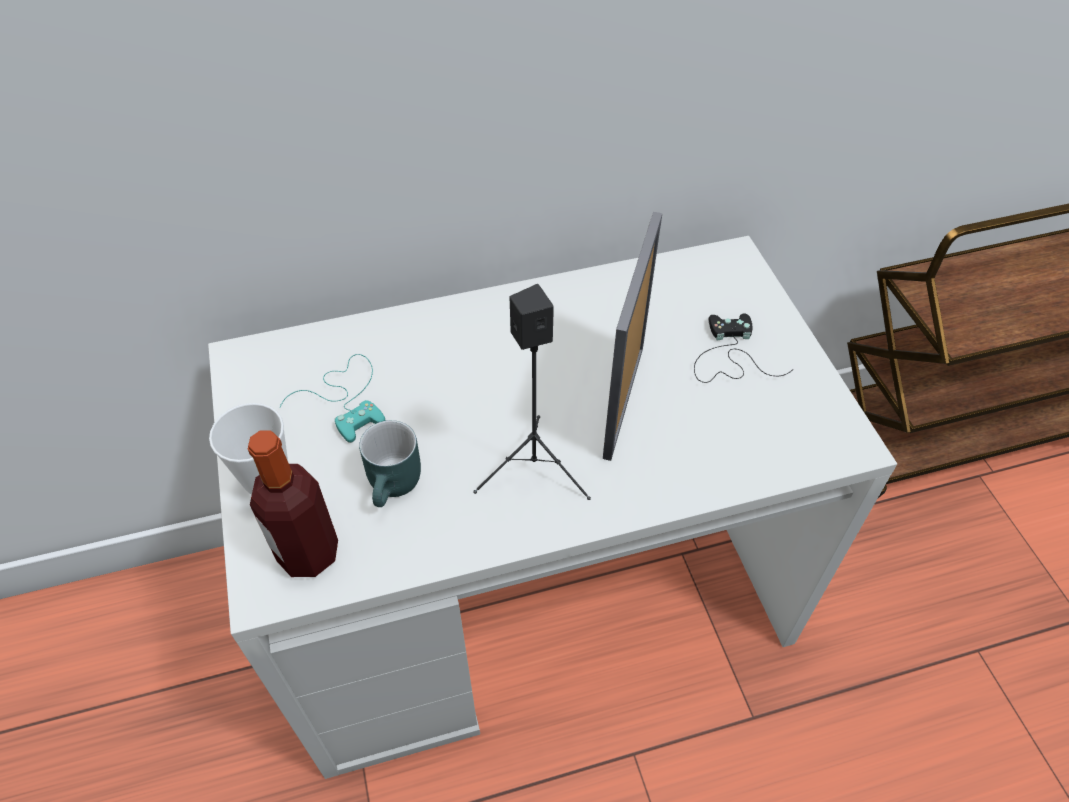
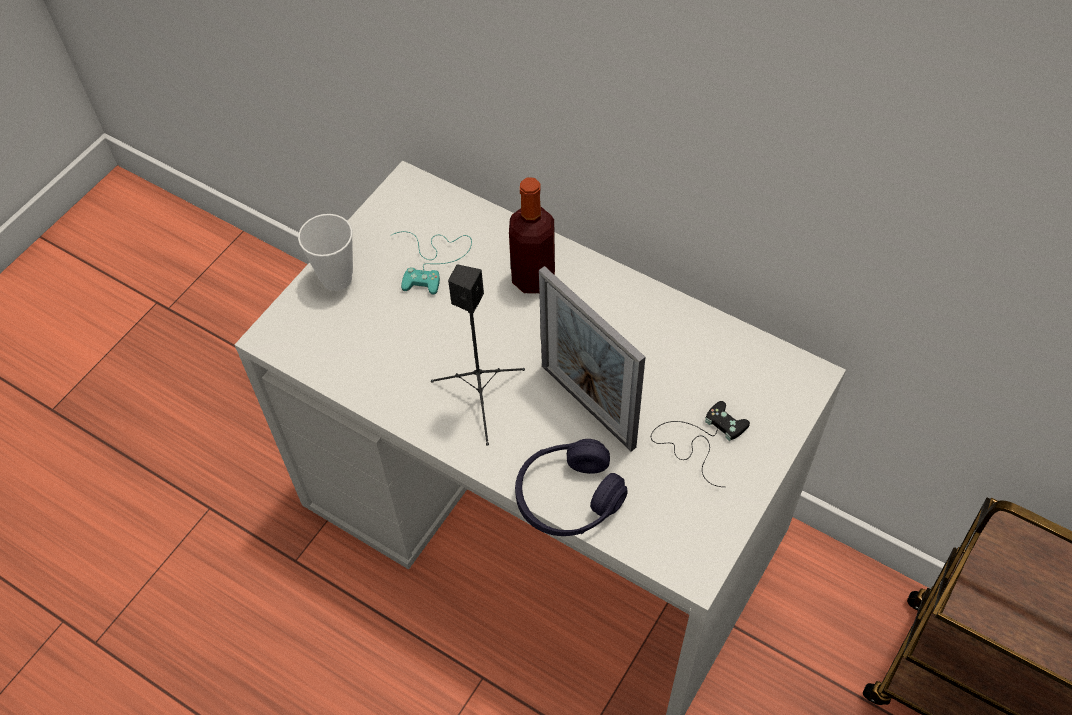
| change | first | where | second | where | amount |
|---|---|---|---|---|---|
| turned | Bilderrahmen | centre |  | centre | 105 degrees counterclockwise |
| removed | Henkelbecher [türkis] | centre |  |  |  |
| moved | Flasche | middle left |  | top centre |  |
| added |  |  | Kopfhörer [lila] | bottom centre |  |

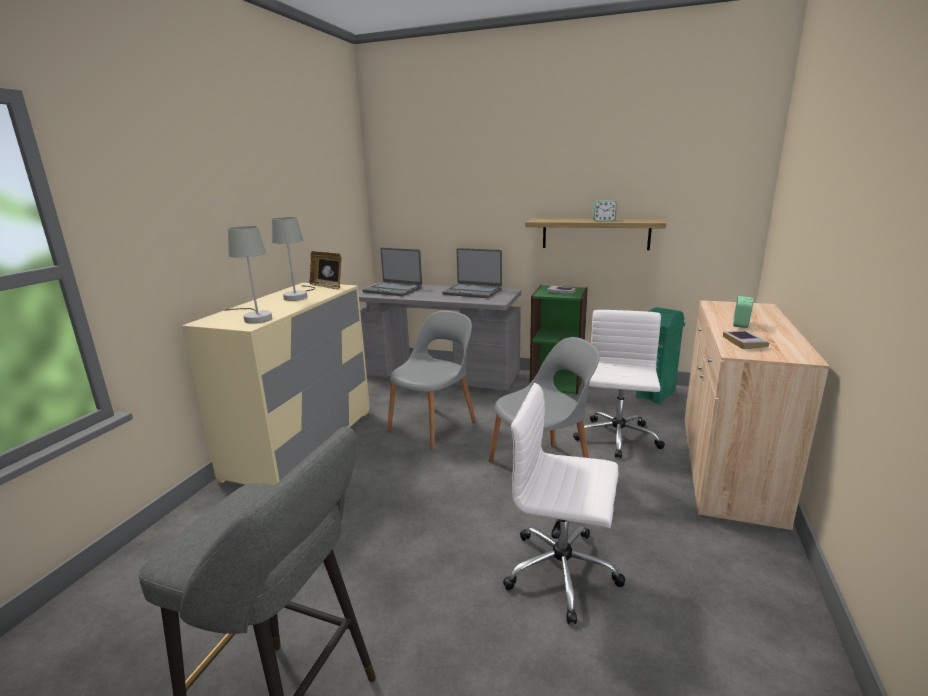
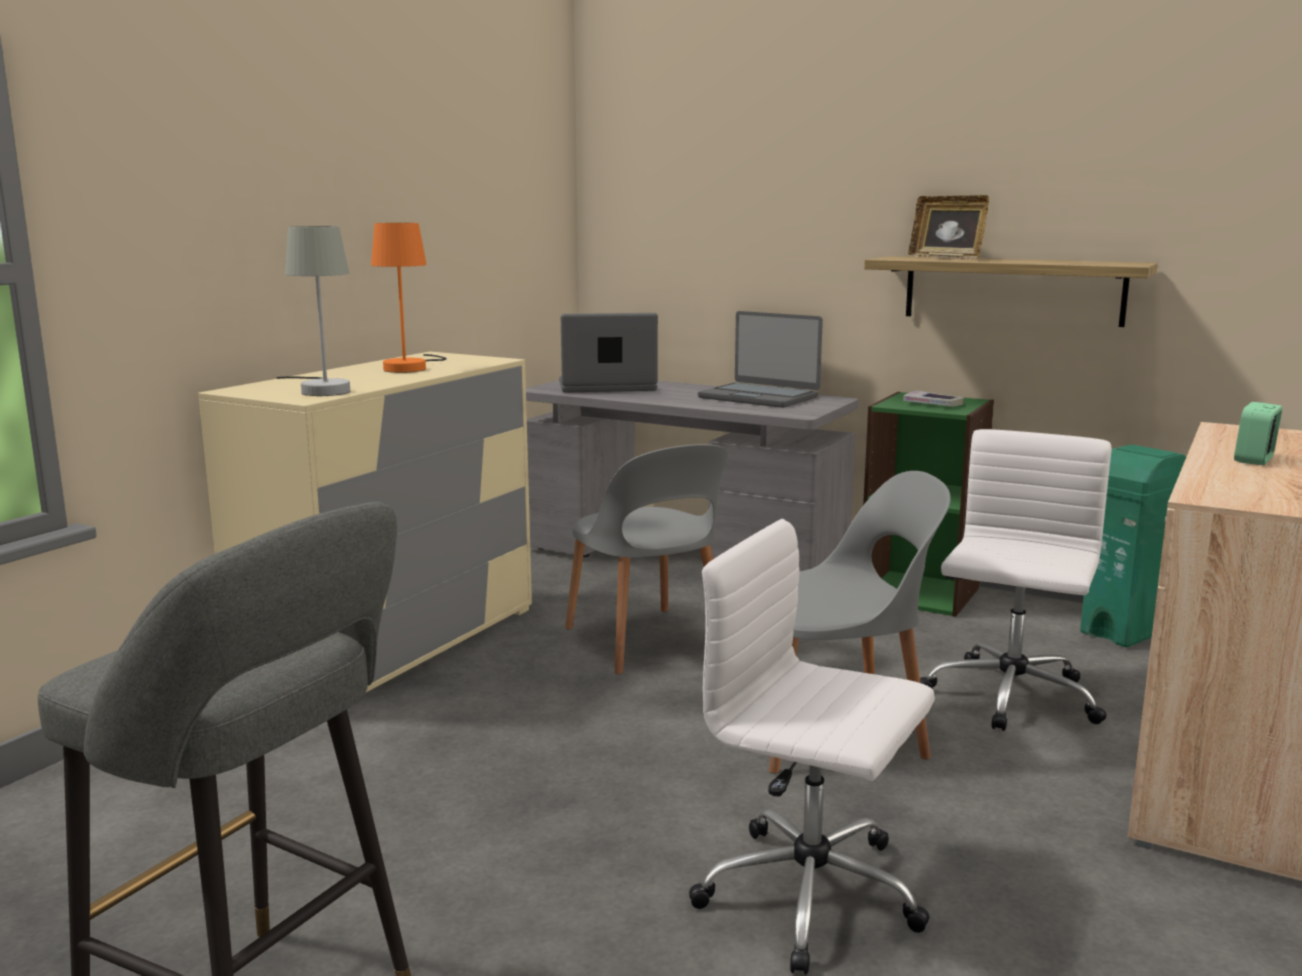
| change | first | where | second | where | amount |
|---|---|---|---|---|---|
| removed | Wecker (1st from left) | top centre |  |  |  |
| recoloured | Tischlampe [grau] (2nd from left) | middle left | Tischlampe [orange] | top left |  |
| turned | Laptop (1st from left) | centre |  | centre | 135 degrees clockwise |
| moved | Bilderrahmen | centre |  | top right |  |
| turned | Stuhl [grau] (1st from left) | centre |  | centre | 105 degrees clockwise |
| removed | Buch (2nd from left) | middle right |  |  |  |

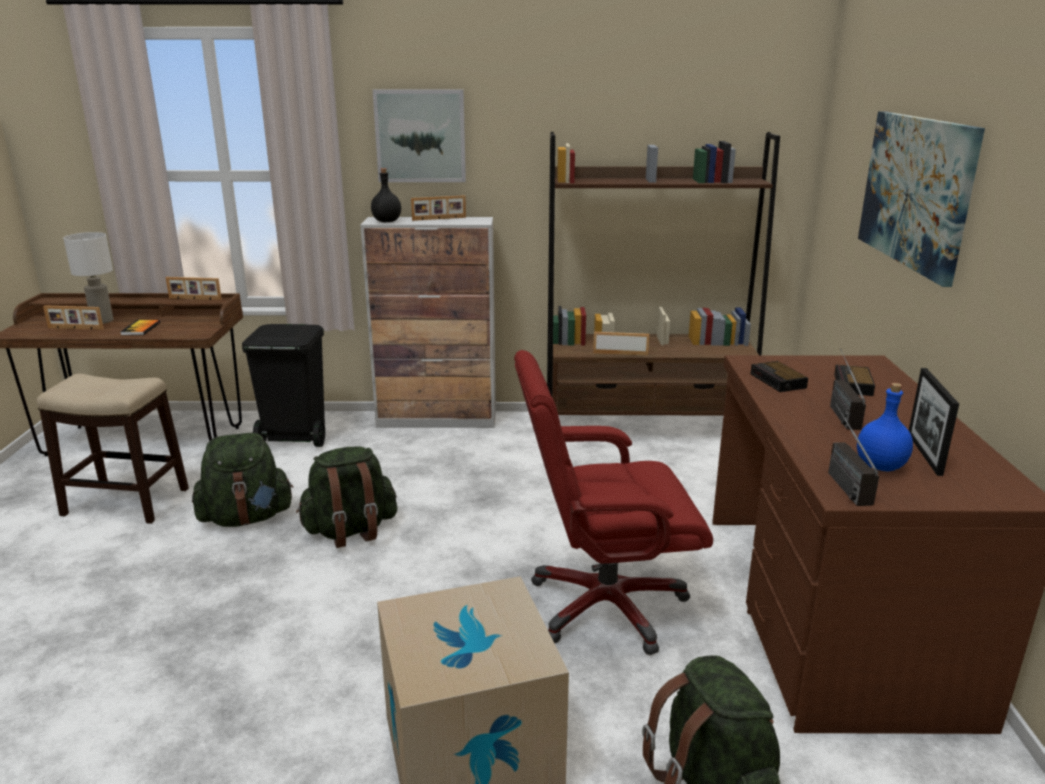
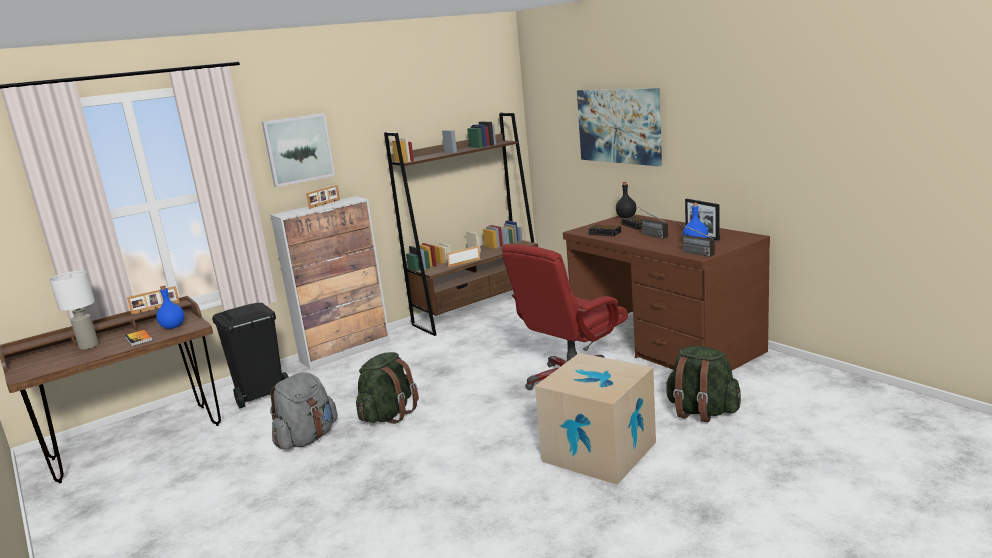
| change | first | where | second | where | amount |
|---|---|---|---|---|---|
| moved | Flasche [schwarz] | top centre |  | centre |  |
| removed | Bilderrahmen (1st from left) | middle left |  |  |  |
| removed | Hocker | middle left |  |  |  |
| recoloured | Rucksack [grün] (1st from left) | middle left | Rucksack [grau] | bottom left |  |
| added |  |  | Flasche [blau] (1st from left) | middle left |  |

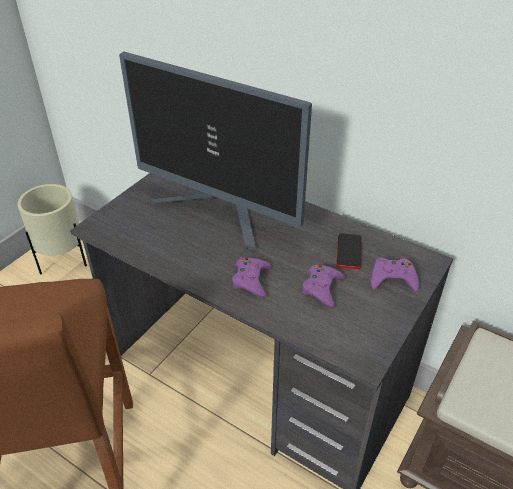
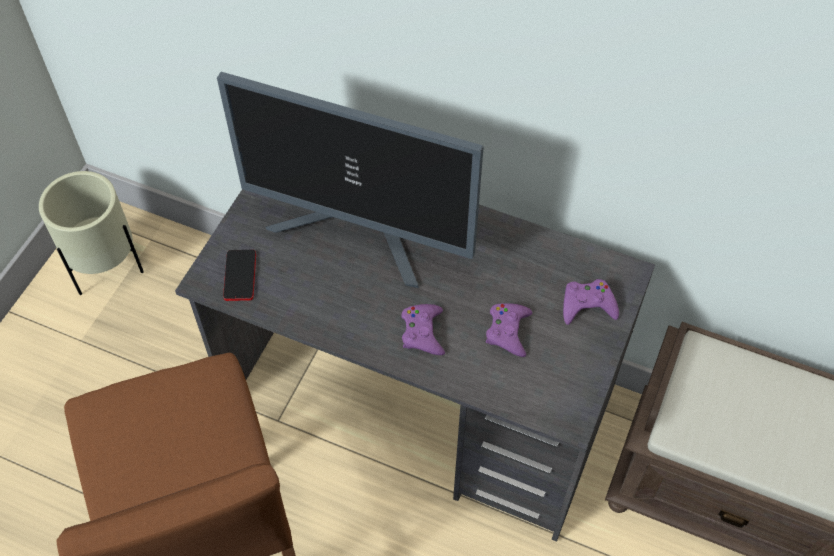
| change | first | where | second | where | amount |
|---|---|---|---|---|---|
| moved | Handy | middle right |  | middle left |  |

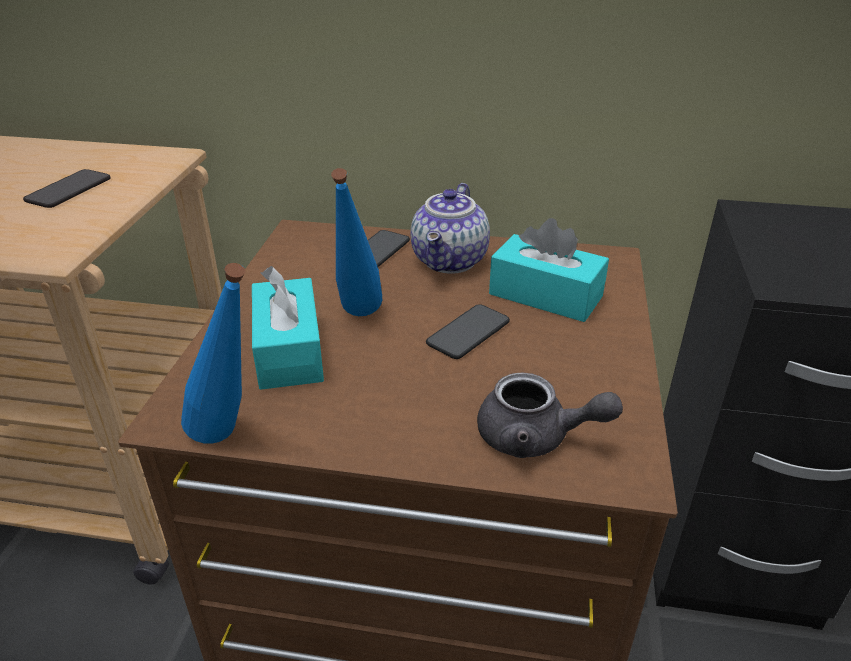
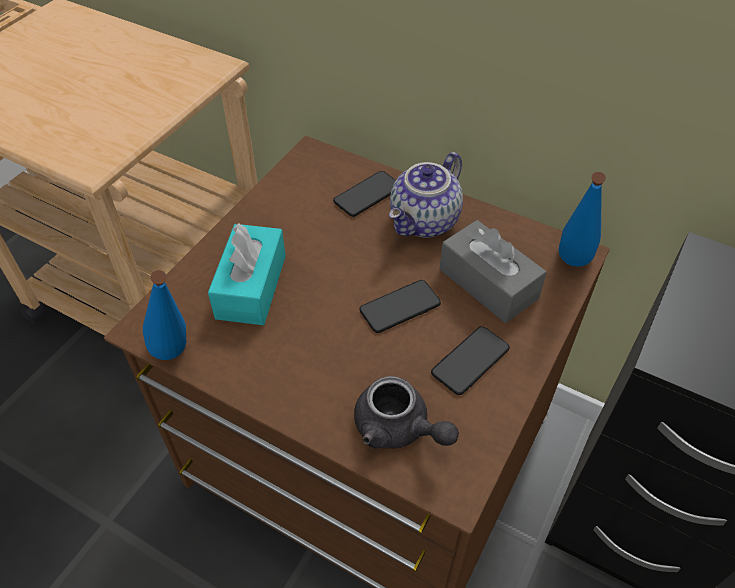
| change | first | where | second | where | amount |
|---|---|---|---|---|---|
| moved | Flasche [blau] (2nd from left) | centre |  | middle right |  |
| moved | Handy (1st from left in the first image) | top left | Handy (3rd from left) | centre |  |
| recoloured | Taschentuchbox [türkis] (2nd from left) | centre | Taschentuchbox [grau] | middle right |  |

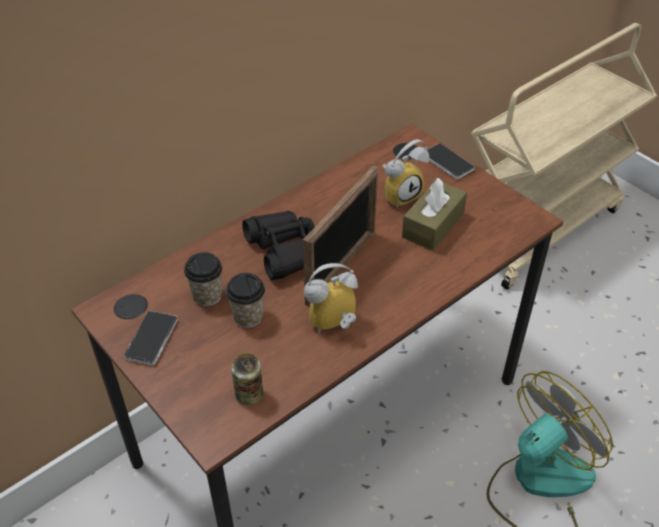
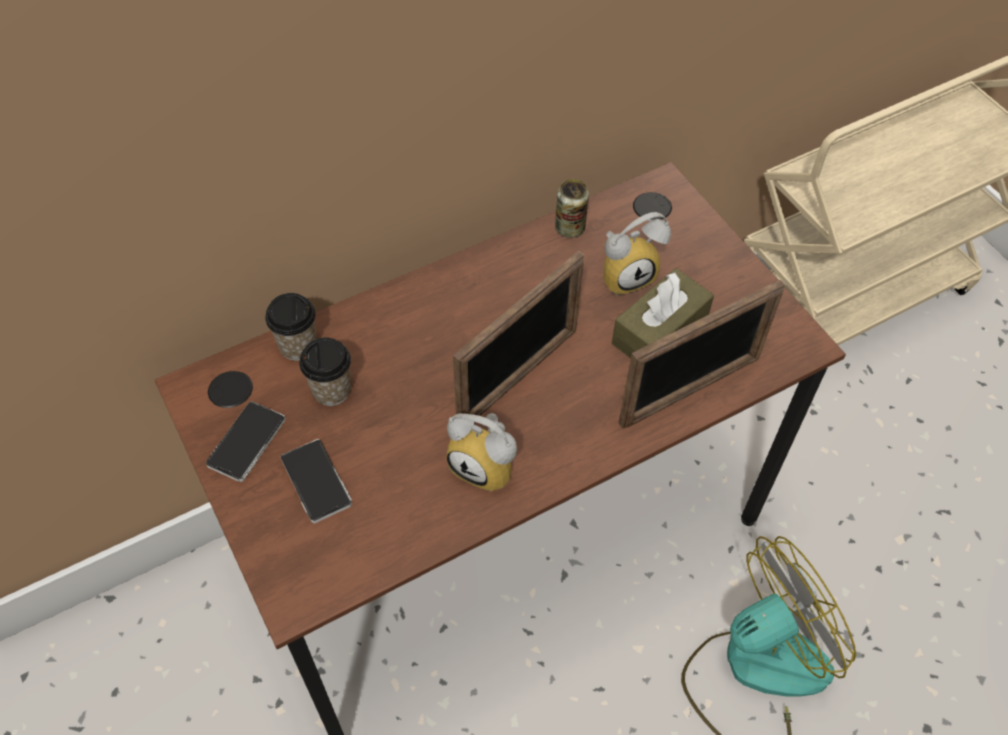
| change | first | where | second | where | amount |
|---|---|---|---|---|---|
| moved | Handy (2nd from left) | top right |  | middle left |  |
| removed | Fernglas [schwarz] | centre |  |  |  |
| turned | Wecker (1st from left) | centre |  | centre | 135 degrees counterclockwise |
| moved | Tasse (2nd from left in the first image) | centre | Tasse (1st from left) | middle left |  |
| moved | Dose | bottom centre |  | top centre |  |
| added |  |  | Bilderrahmen (2nd from left) | middle right |  |

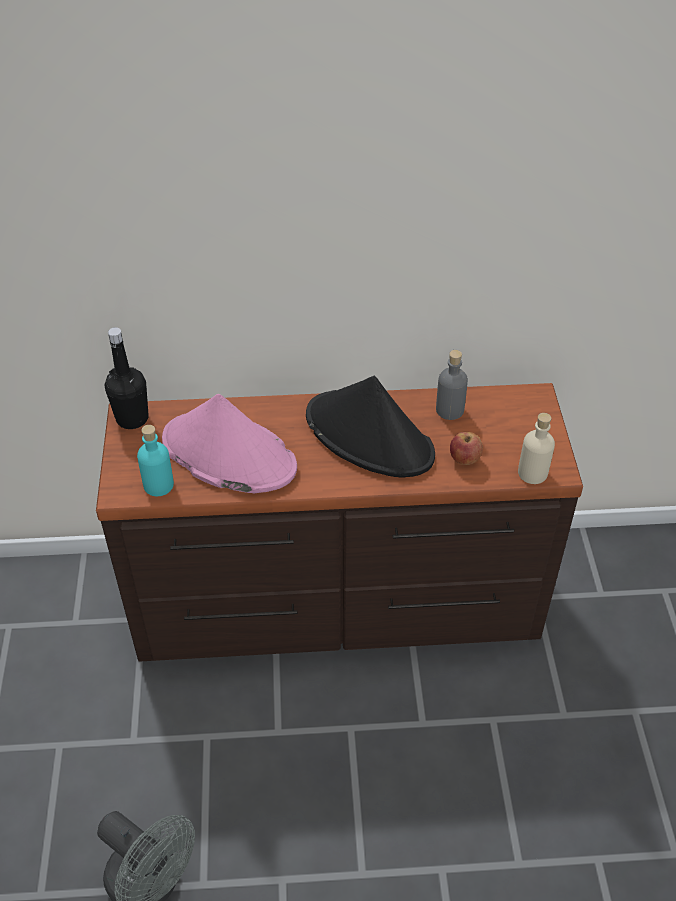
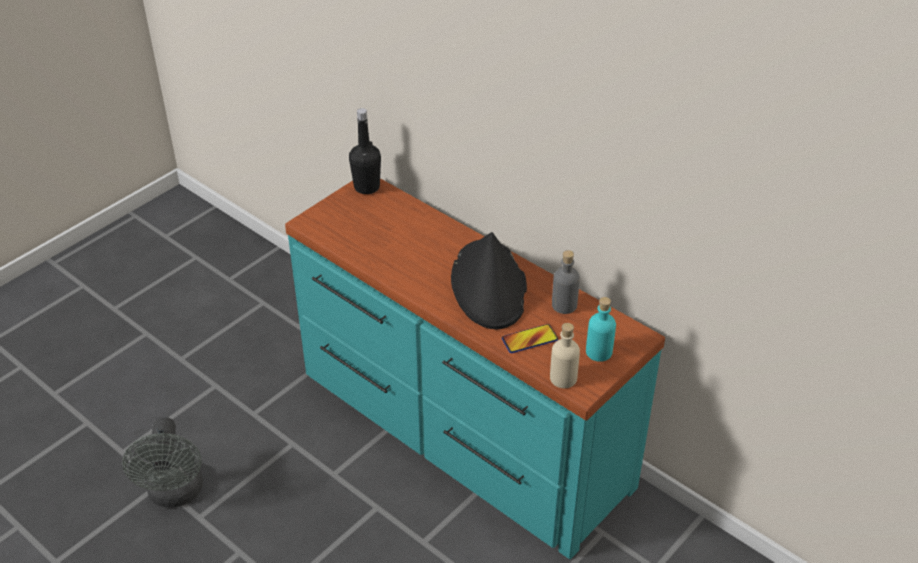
| change | first | where | second | where | amount |
|---|---|---|---|---|---|
| recoloured | Kommode [braun] | centre | Kommode [türkis] | centre |  |
| removed | Hut [rosa] | centre |  |  |  |
| moved | Flasche [türkis] | middle left |  | centre |  |
| replaced | Apfel | middle right | Handy | centre |  |

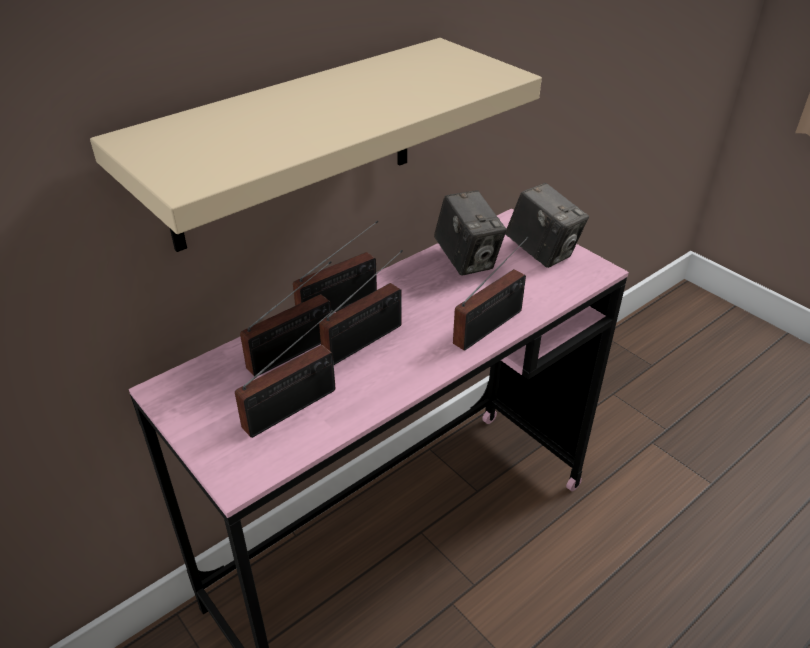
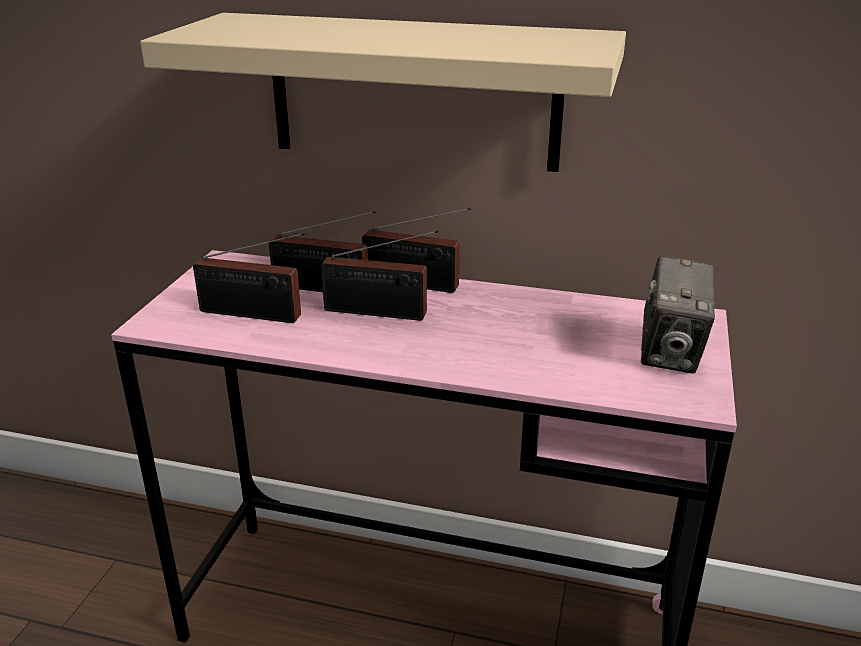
| change | first | where | second | where | amount |
|---|---|---|---|---|---|
| removed | Kamera (1st from left) | centre |  |  |  |
| removed | Radio (5th from left) | centre |  |  |  |

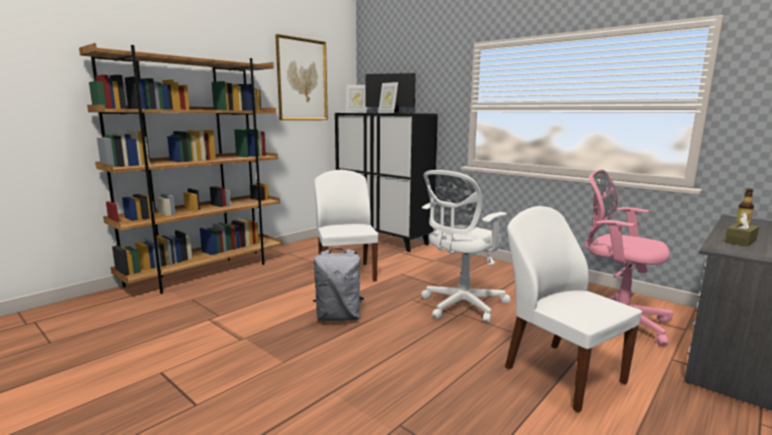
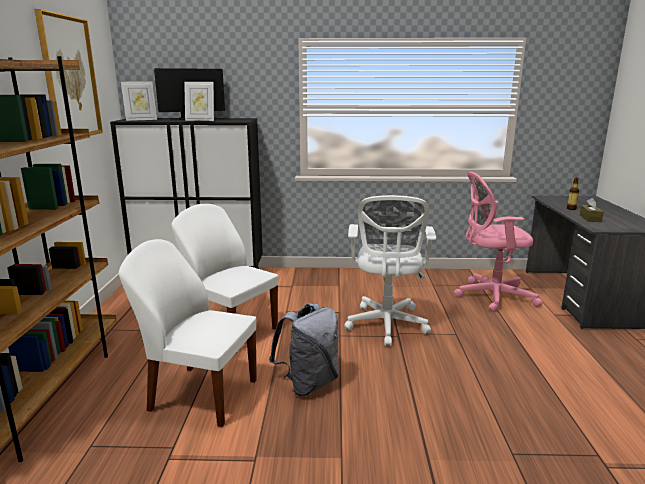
| change | first | where | second | where | amount |
|---|---|---|---|---|---|
| moved | Stuhl [weiß] (2nd from left in the first image) | bottom right | Stuhl [weiß] (1st from left) | bottom left |  |

